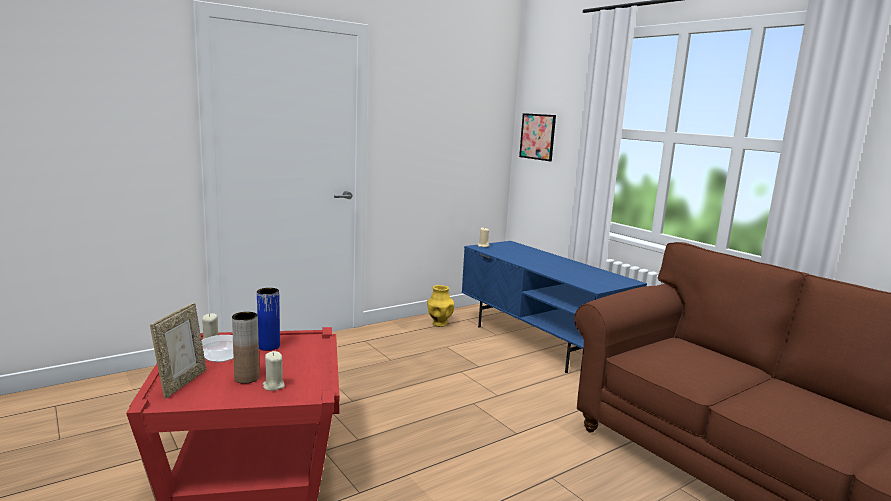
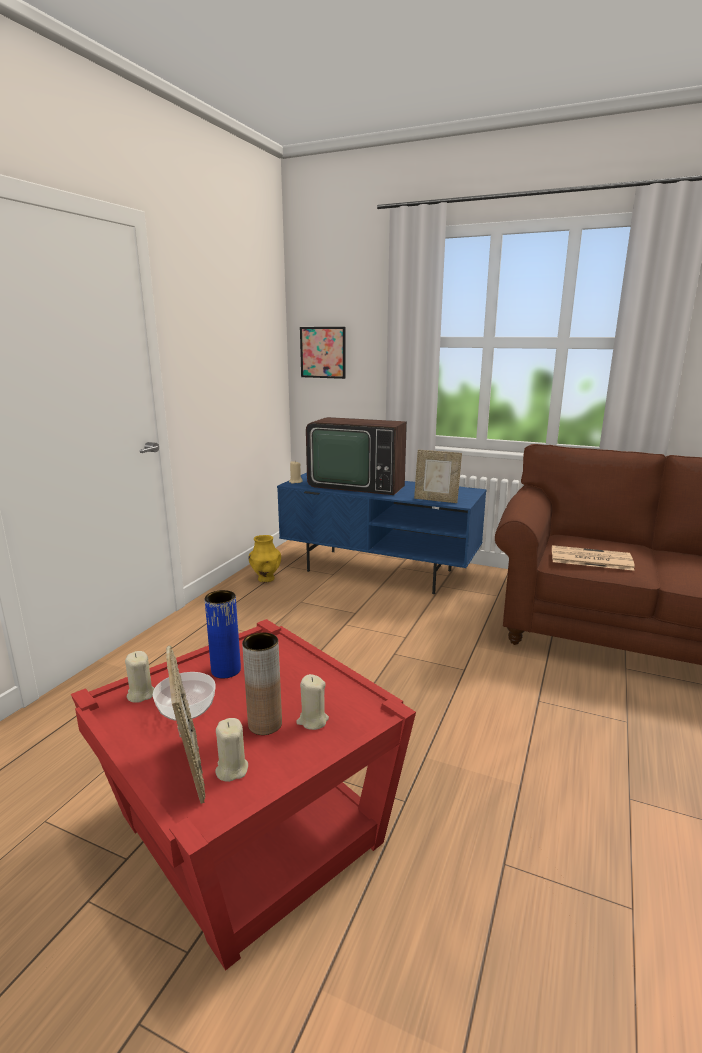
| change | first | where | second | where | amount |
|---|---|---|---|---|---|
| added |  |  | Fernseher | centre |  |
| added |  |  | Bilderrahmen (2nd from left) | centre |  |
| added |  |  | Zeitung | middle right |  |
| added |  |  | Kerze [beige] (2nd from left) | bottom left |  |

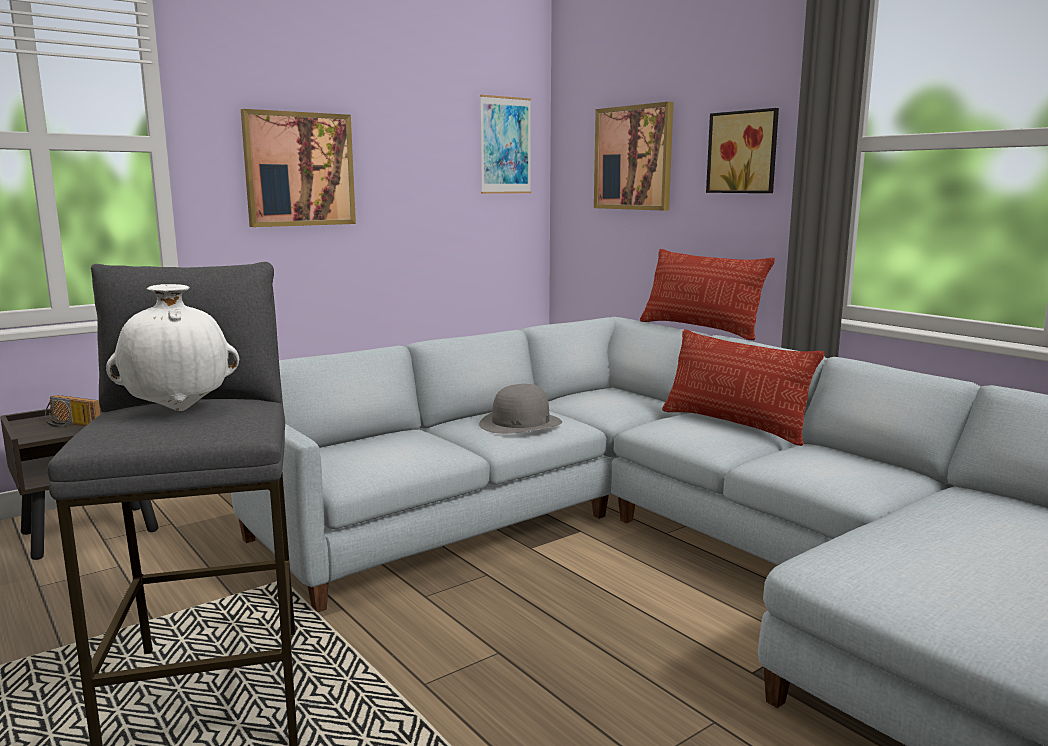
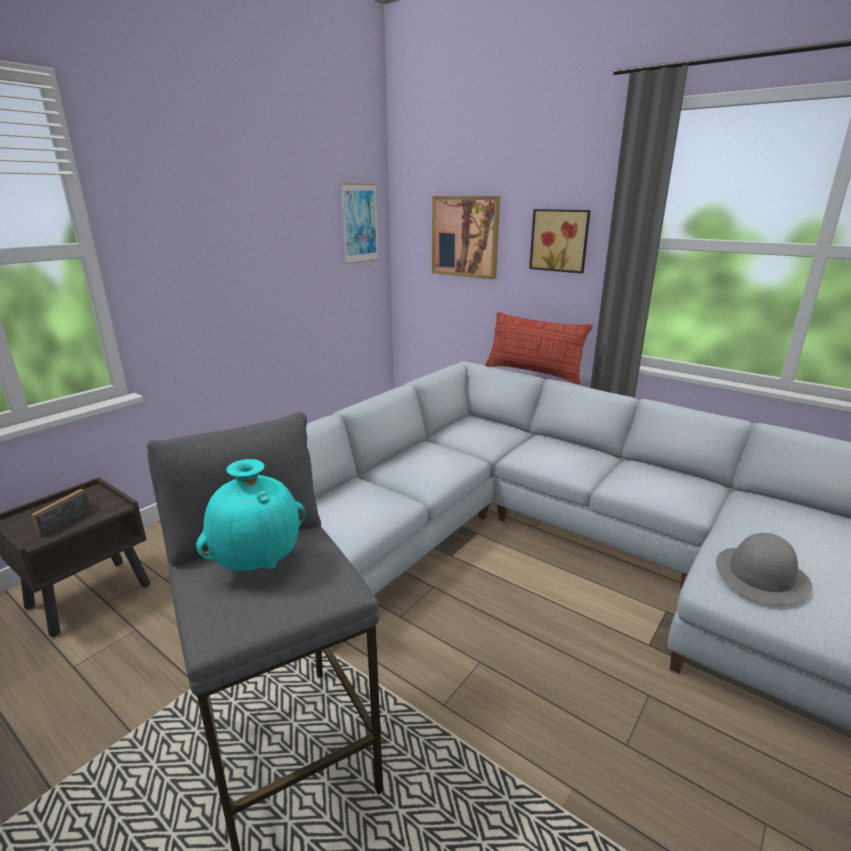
| change | first | where | second | where | amount |
|---|---|---|---|---|---|
| removed | Bild (1st from left) | top left |  |  |  |
| recoloured | Vase [weiß] | middle left | Vase [türkis] | middle left |  |
| removed | Kissen (2nd from left) | middle right |  |  |  |
| moved | Hut [grau] | centre |  | bottom right |  |
| turned | Radio | middle left |  | middle left | 105 degrees clockwise |

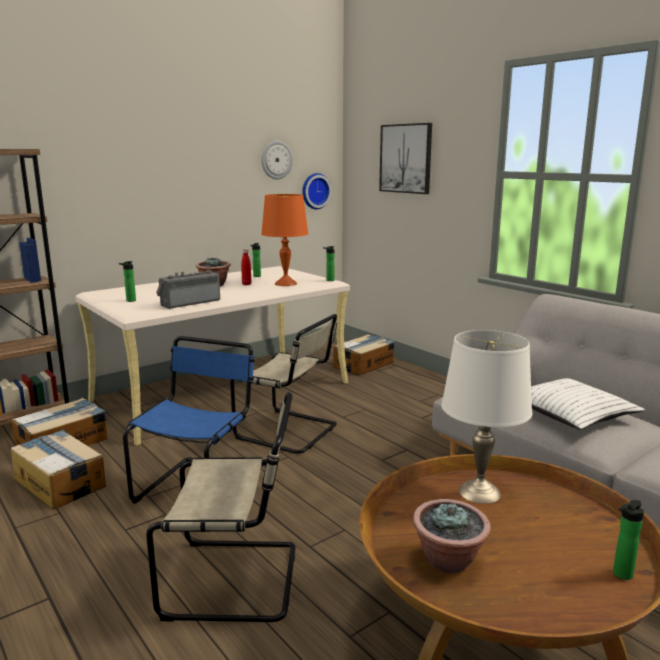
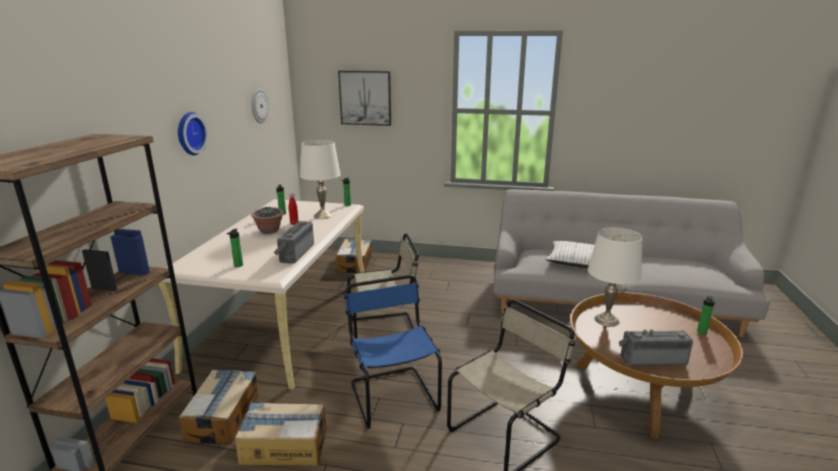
| change | first | where | second | where | amount |
|---|---|---|---|---|---|
| moved | Wanduhr (2nd from left in the first image) | top centre | Wanduhr (1st from left) | top left |  |
| recoloured | Tischlampe [orange] | centre | Tischlampe [weiß] (1st from left) | centre |  |
| replaced | Topfpflanze (2nd from left) | bottom right | Radio (2nd from left) | bottom right |  |

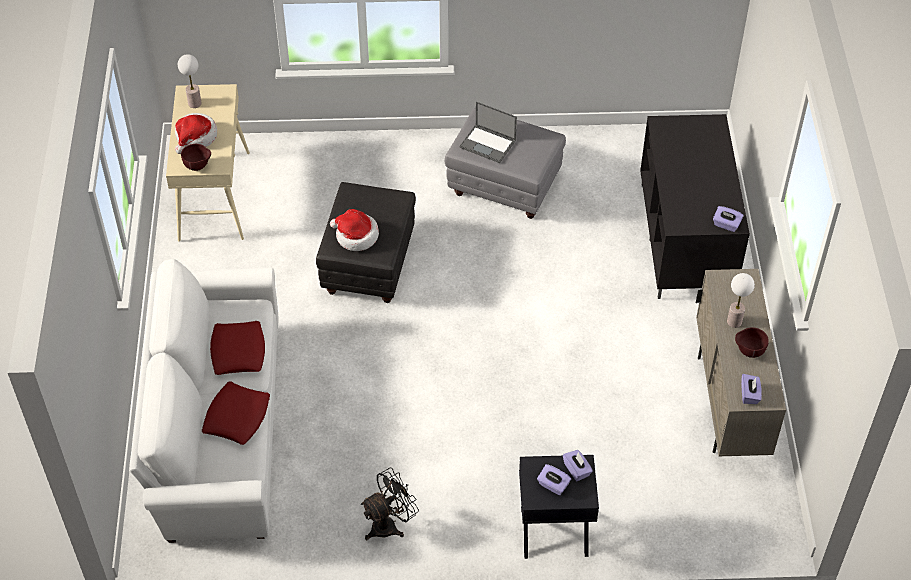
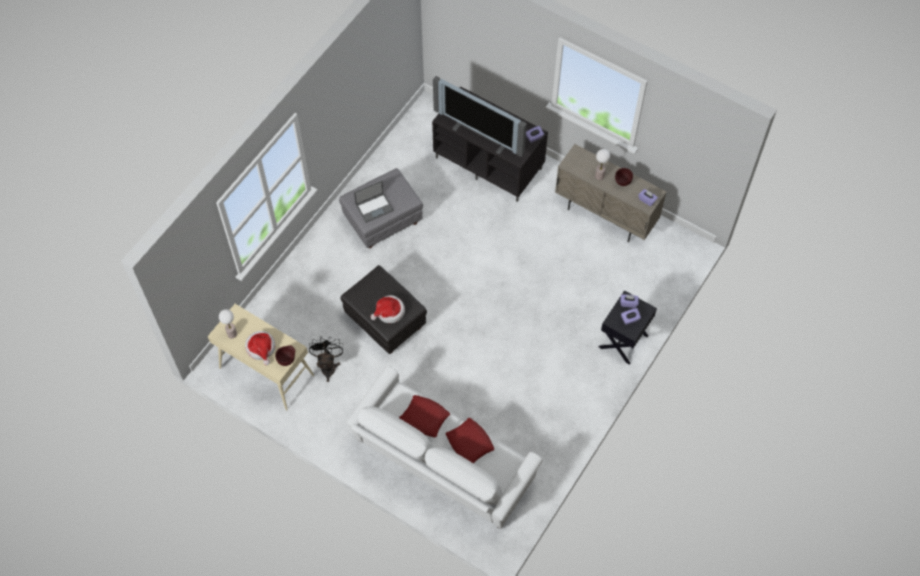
| change | first | where | second | where | amount |
|---|---|---|---|---|---|
| moved | Ventilator [schwarz] | bottom centre |  | centre |  |
| added |  |  | Fernseher | top centre |  |

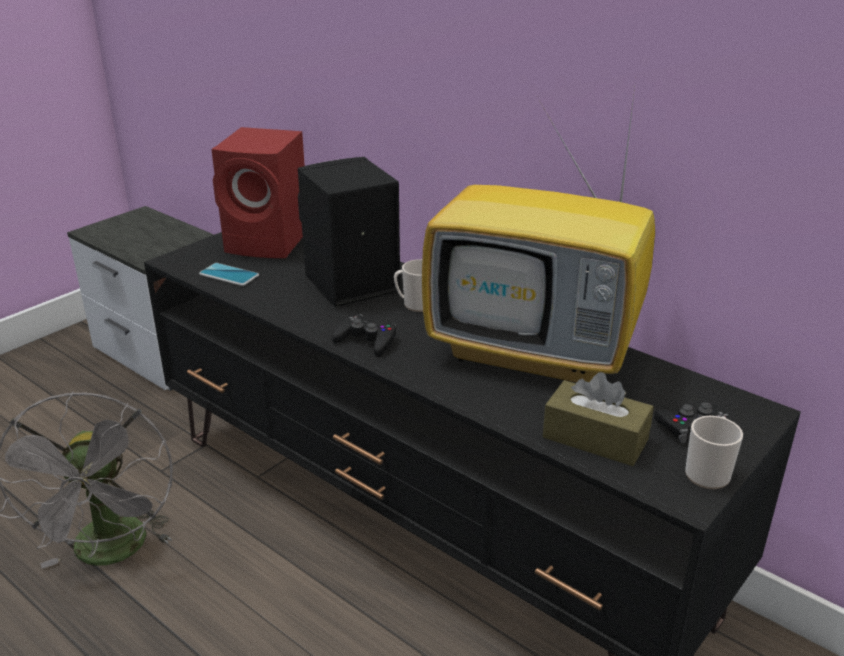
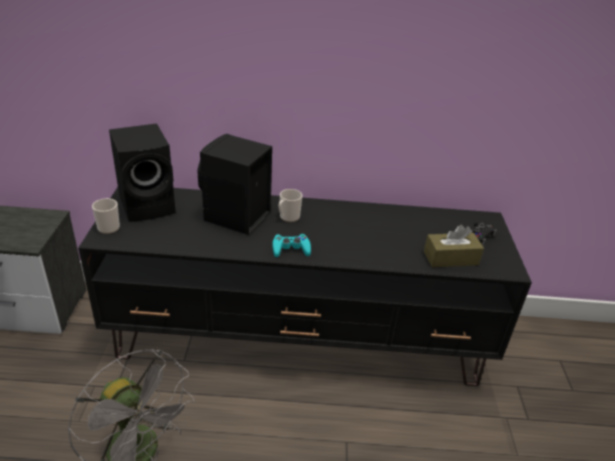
| change | first | where | second | where | amount |
|---|---|---|---|---|---|
| removed | Fernseher | centre |  |  |  |
| recoloured | Lautsprecher [rot] | top left | Lautsprecher [schwarz] (1st from left) | middle left |  |
| removed | Handy | middle left |  |  |  |
| recoloured | Gamepad [schwarz] (1st from left) | centre | Gamepad [türkis] | centre |  |
| moved | Henkelbecher (2nd from left in the first image) | bottom right | Henkelbecher (1st from left) | middle left |  |

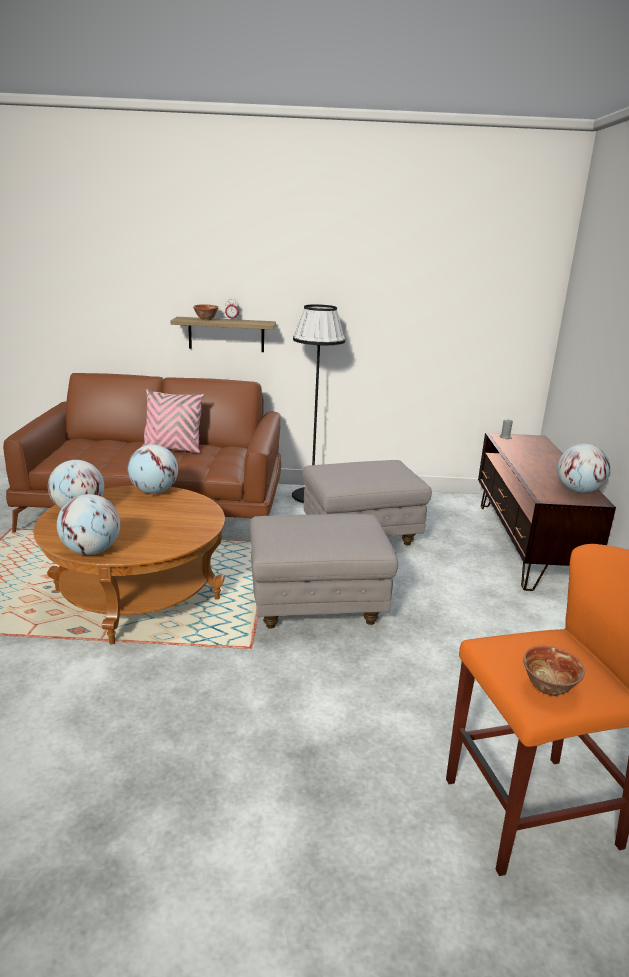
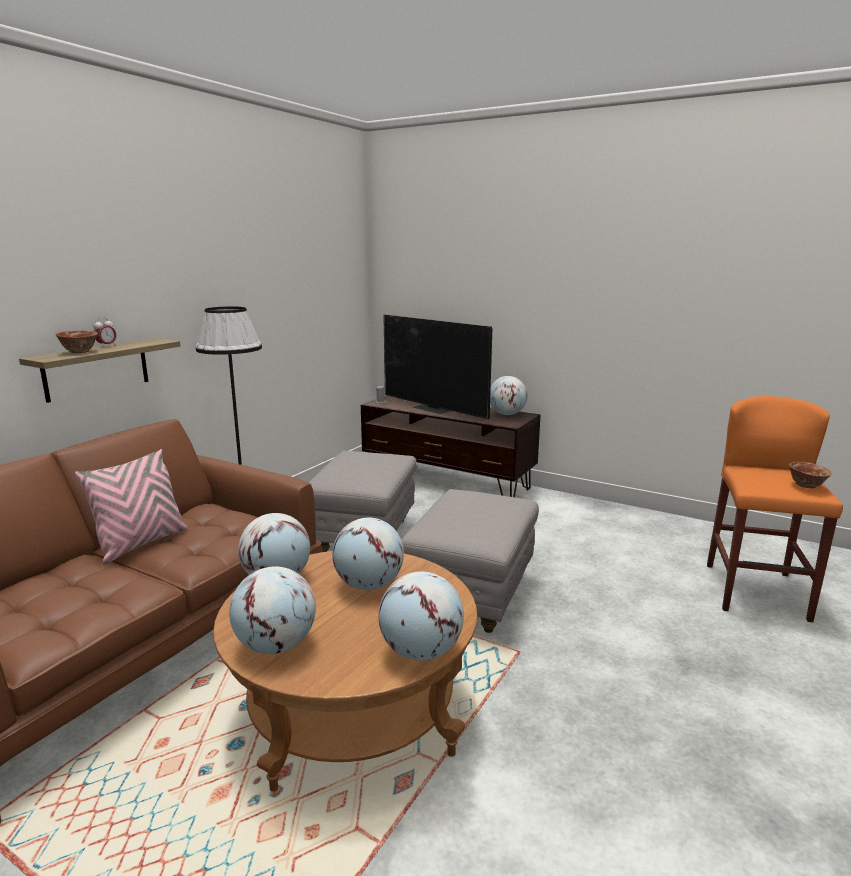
| change | first | where | second | where | amount |
|---|---|---|---|---|---|
| added |  |  | Fernseher | centre |  |
| added |  |  | Globus (3rd from left) | centre |  |

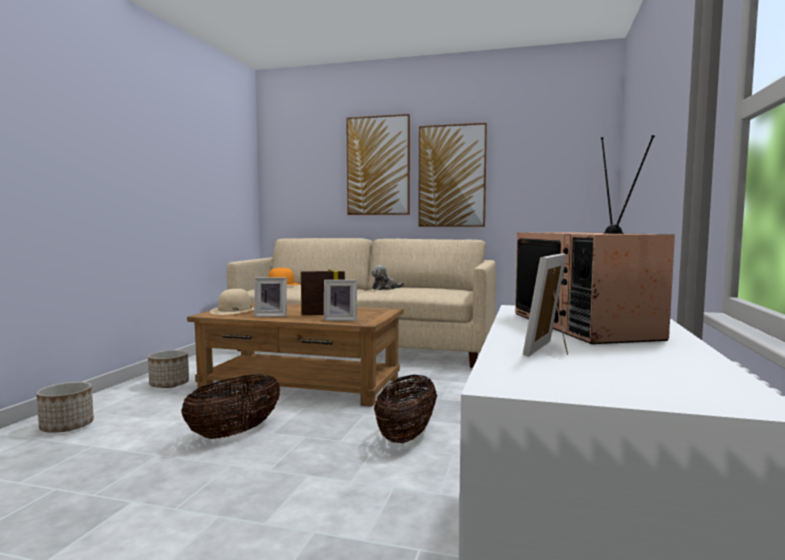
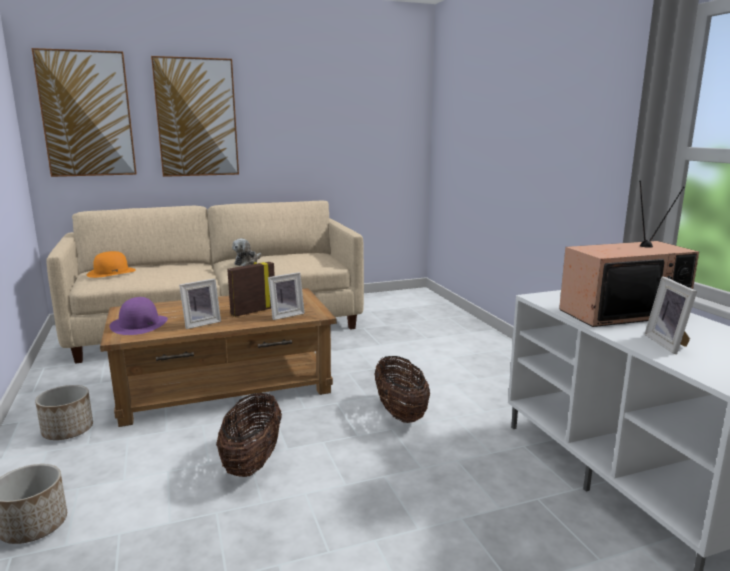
| change | first | where | second | where | amount |
|---|---|---|---|---|---|
| moved | Bild (2nd from left in the first image) | top centre | Bild (1st from left) | top left |  |
| turned | Fernseher | middle right |  | middle right | 60 degrees counterclockwise |
| recoloured | Hut [beige] | middle left | Hut [lila] | middle left |  |

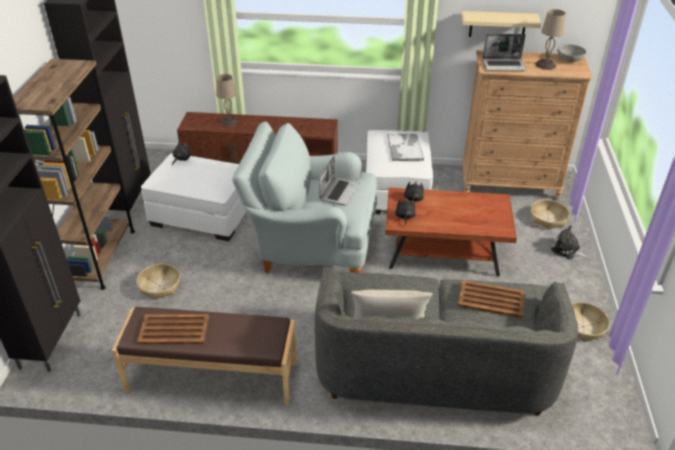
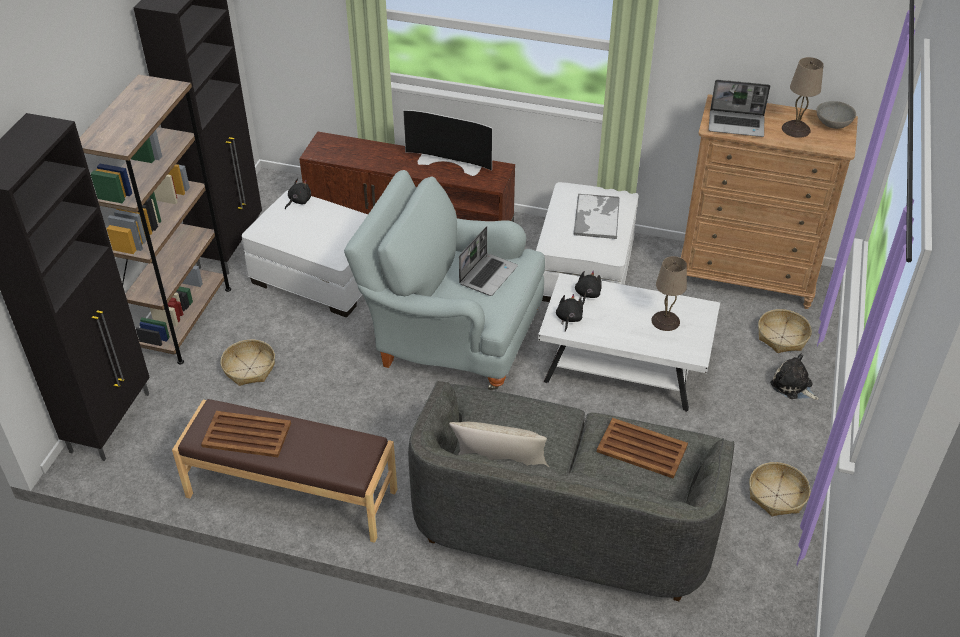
| change | first | where | second | where | amount |
|---|---|---|---|---|---|
| removed | Wandregal [beige] | top right |  |  |  |
| moved | Tischlampe [beige] (1st from left) | top centre |  | middle right |  |
| recoloured | Couchtisch [braun] | middle right | Couchtisch [weiß] | centre |  |
| added |  |  | Fernseher | top centre |  |

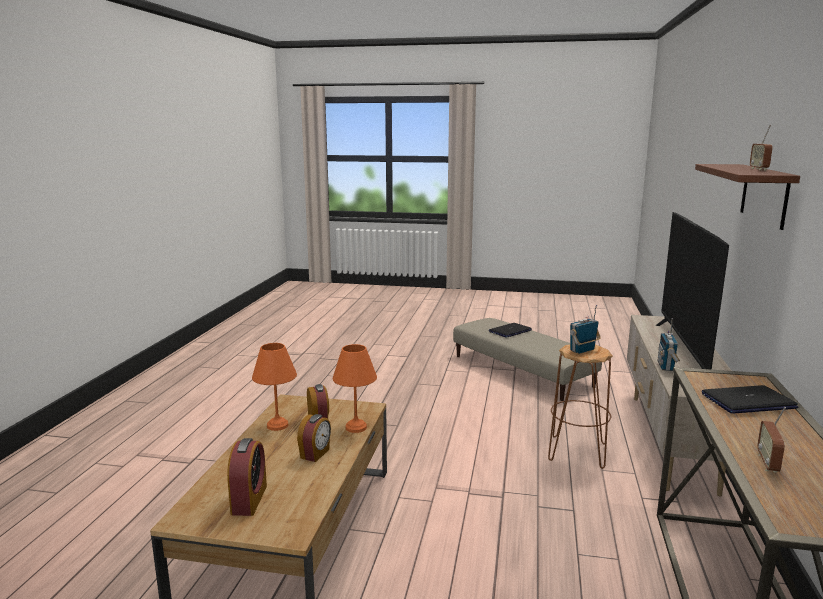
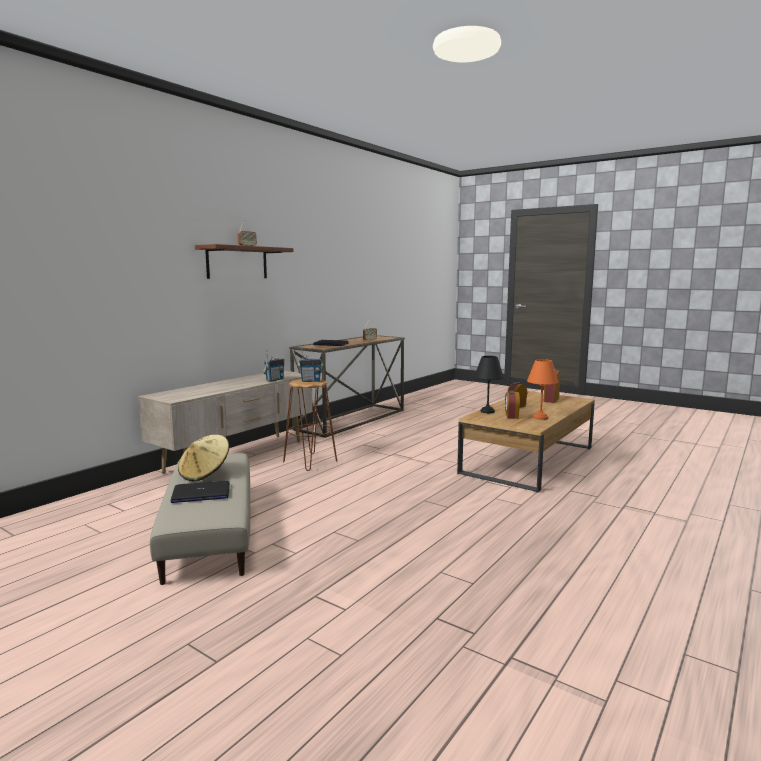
| change | first | where | second | where | amount |
|---|---|---|---|---|---|
| removed | Fernseher | middle right |  |  |  |
| recoloured | Tischlampe [orange] (2nd from left) | centre | Tischlampe [schwarz] | centre |  |
| added |  |  | Hut [beige] | middle left |  |

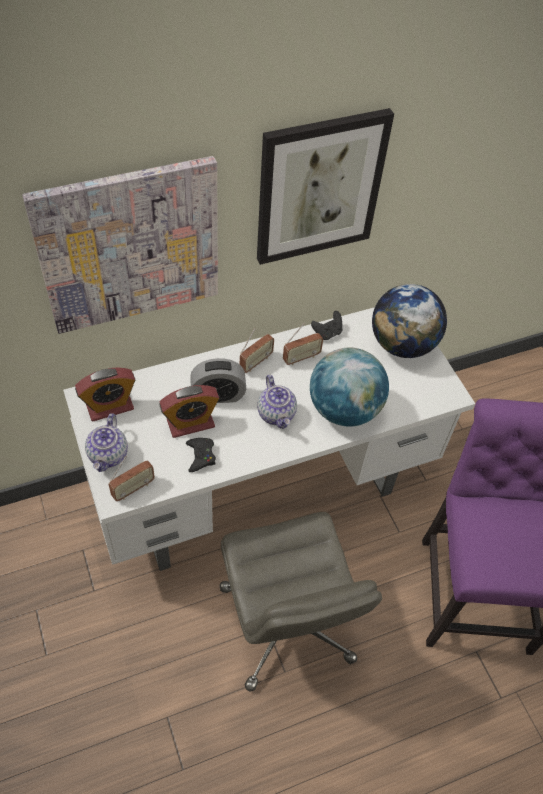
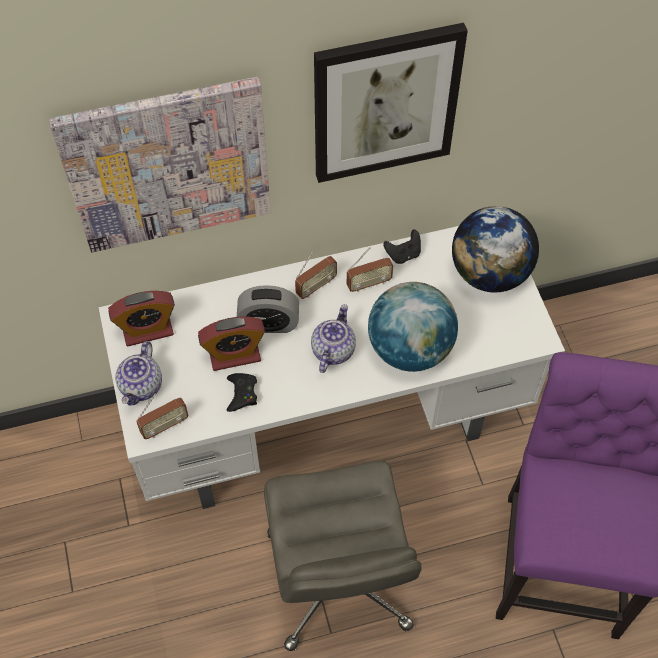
| change | first | where | second | where | amount |
|---|---|---|---|---|---|
| turned | Teekanne (2nd from left) | centre |  | centre | 150 degrees counterclockwise |

